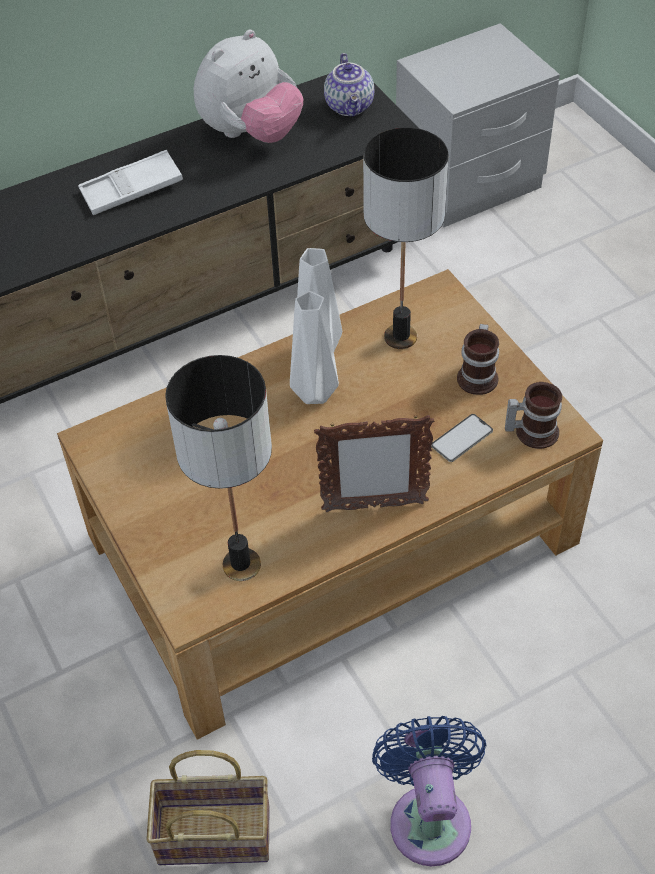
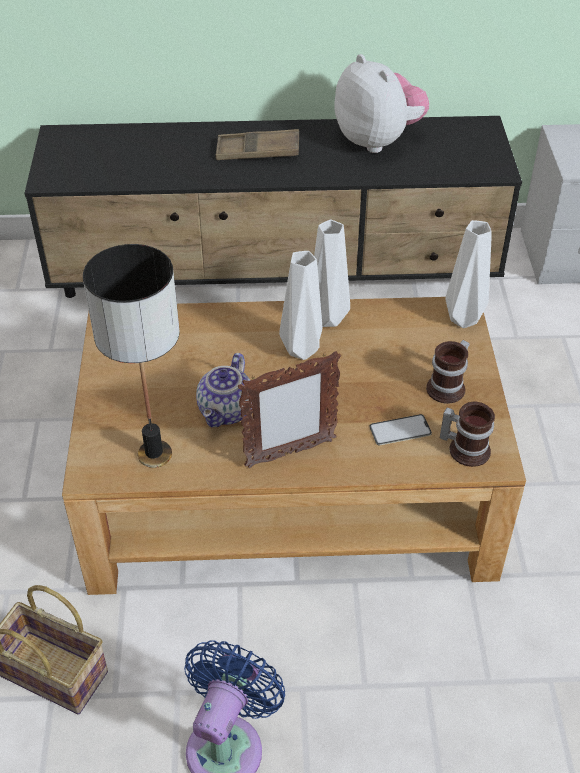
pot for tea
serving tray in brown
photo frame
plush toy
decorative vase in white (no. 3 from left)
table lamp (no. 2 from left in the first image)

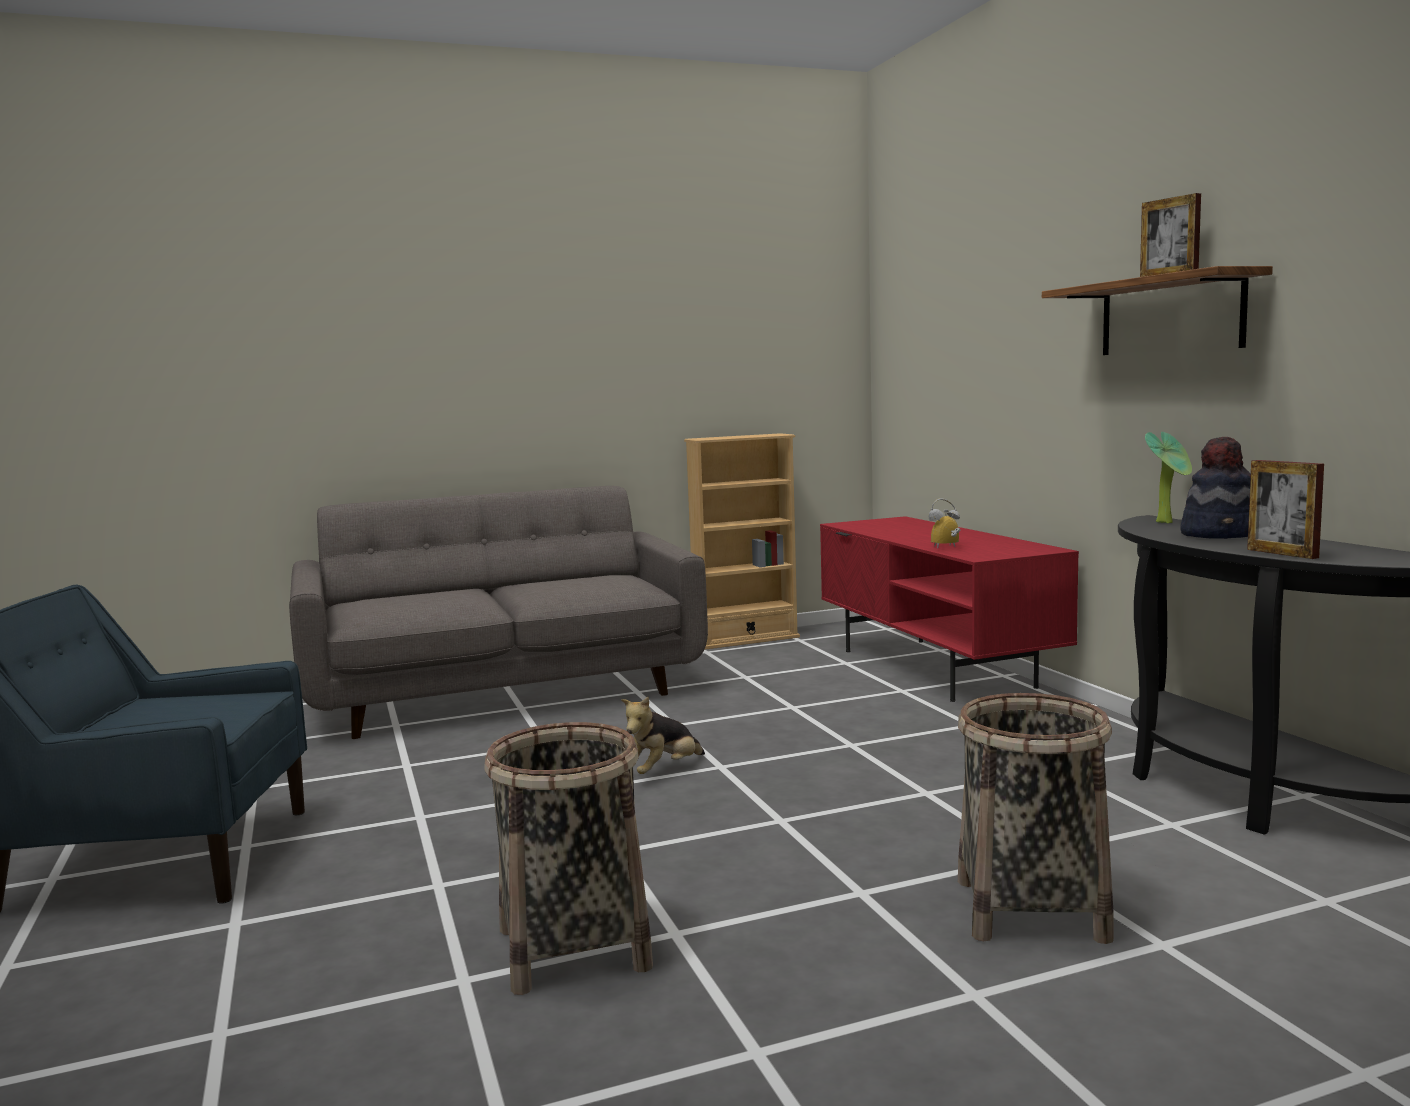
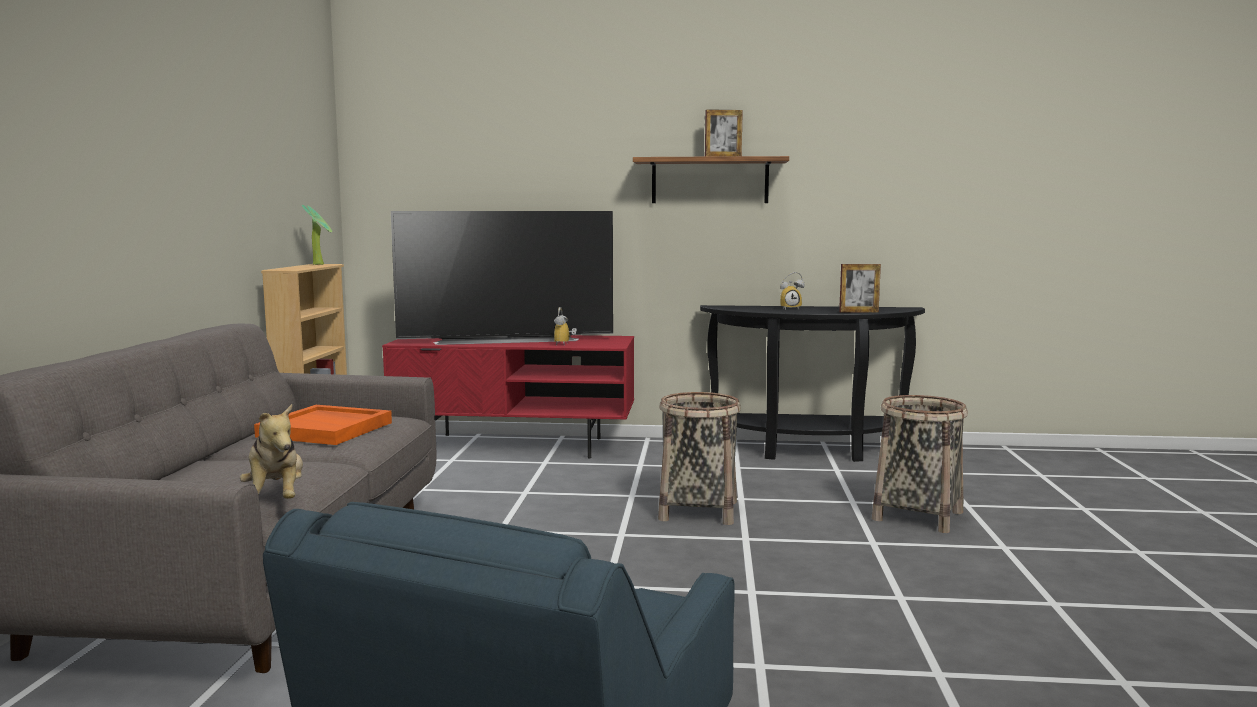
plush toy
serving tray in orangey
plant in a pot
television
household basket (no. 1 from left)
alarm clock (no. 2 from left)

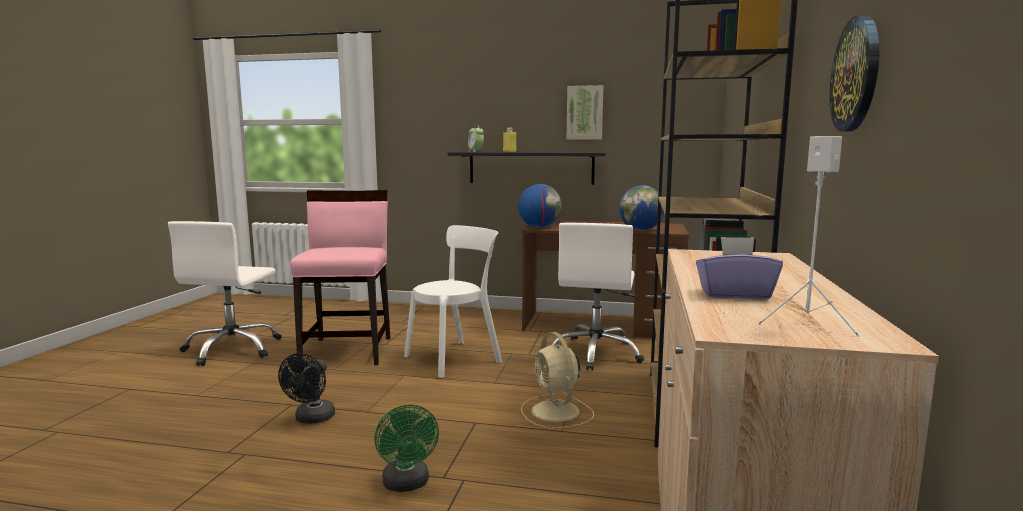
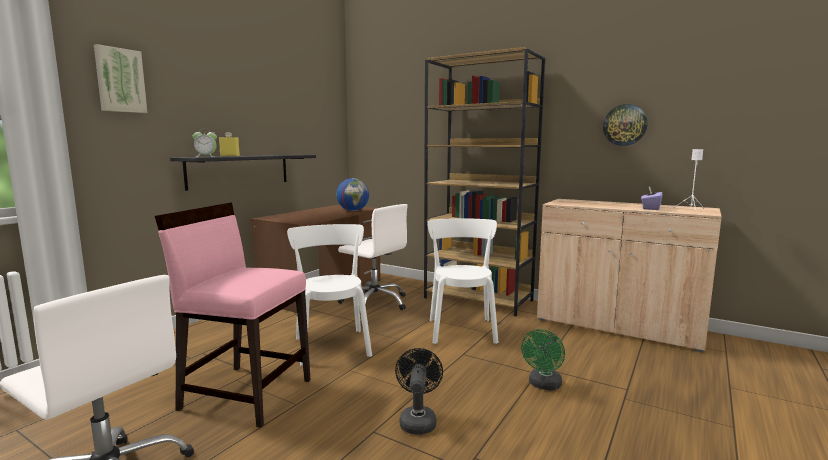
wall picture
cooling fan in blackish
chair in white (no. 2 from left)
cooling fan in green-coloured
world globe (no. 1 from left in the first image)

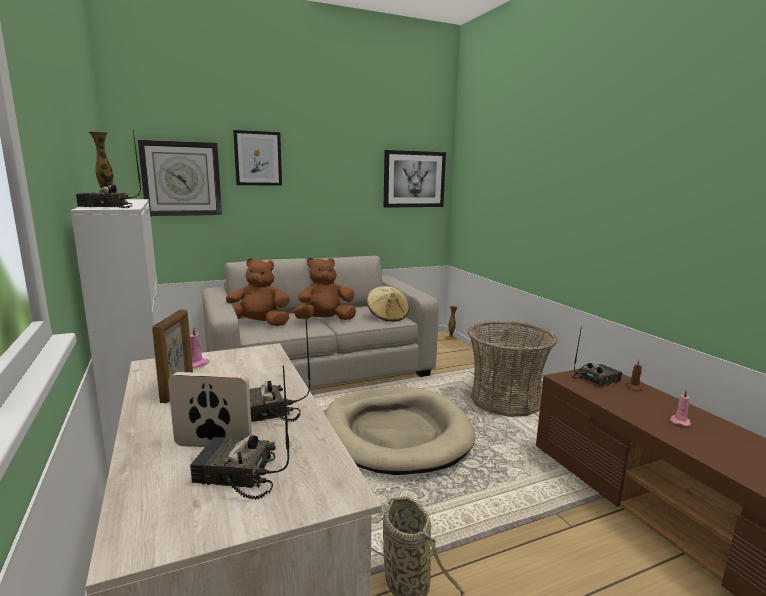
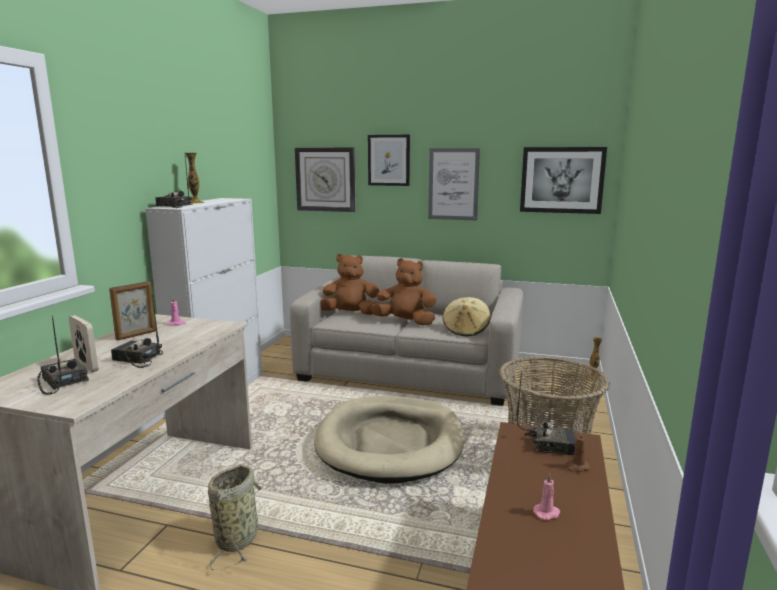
plush toy in brown (no. 1 from left)
wall picture (no. 2 from left)

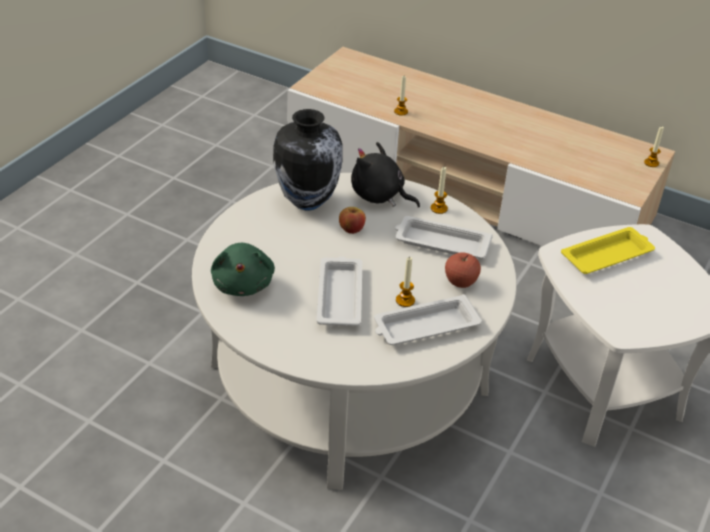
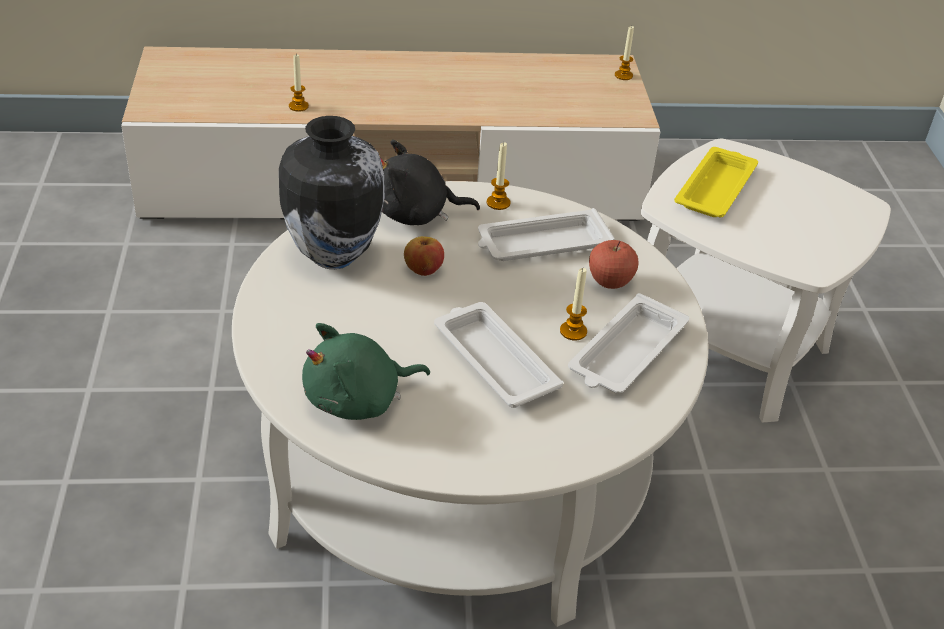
plush toy in green-coloured

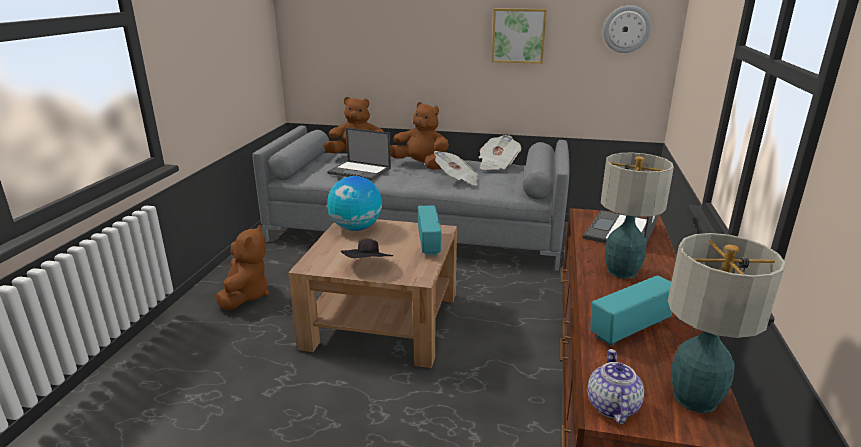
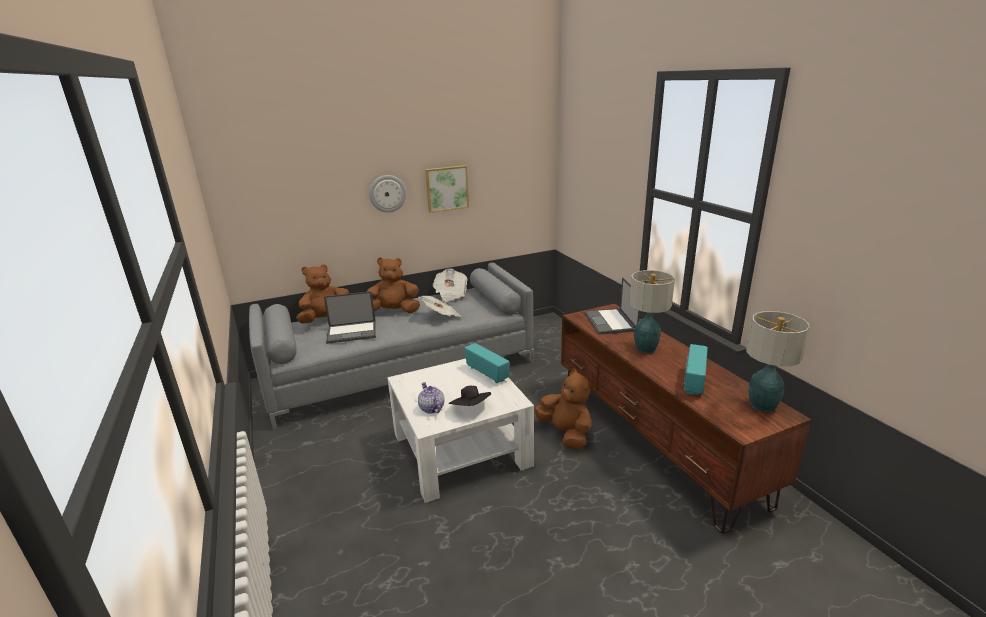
hanging clock
low table in white
pot for tea
plush toy in brown (no. 3 from left)
world globe

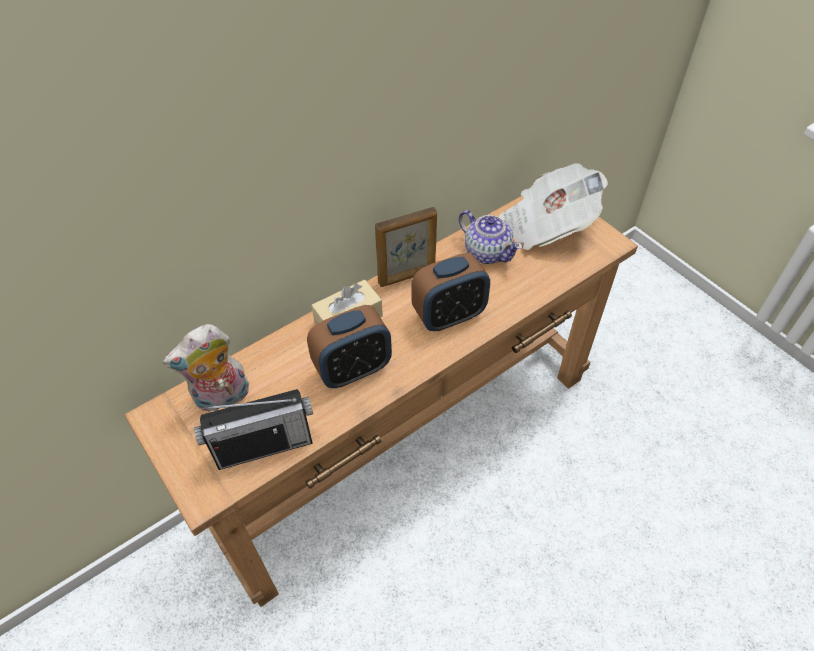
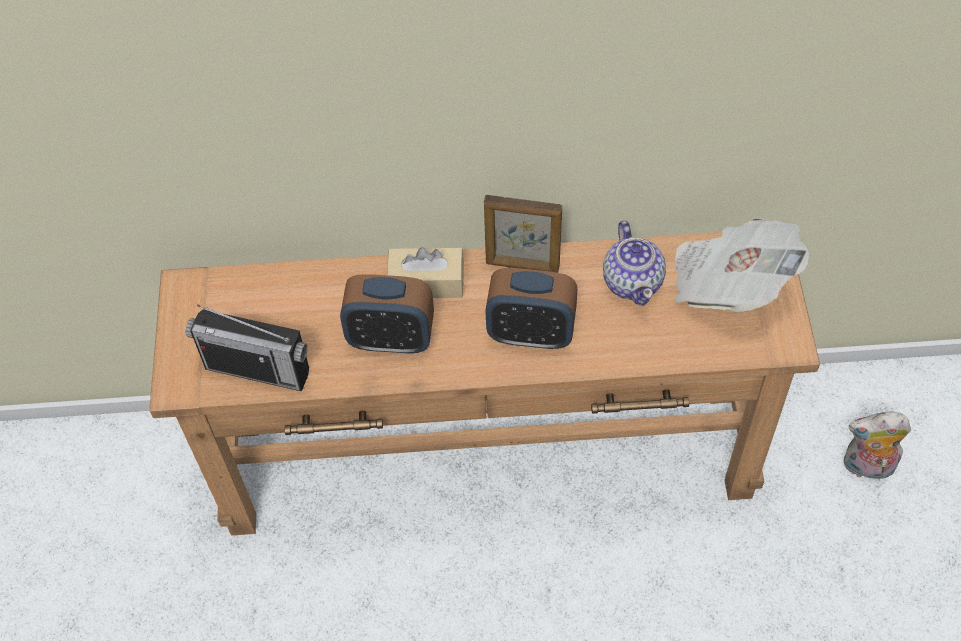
plush toy

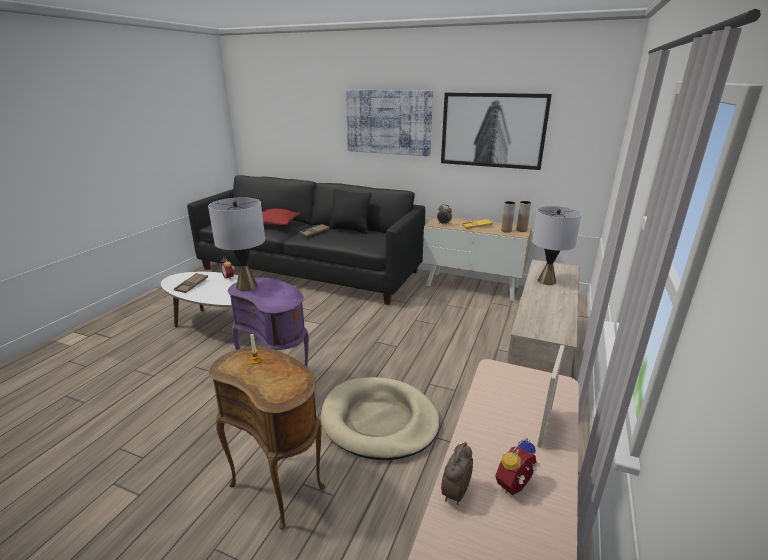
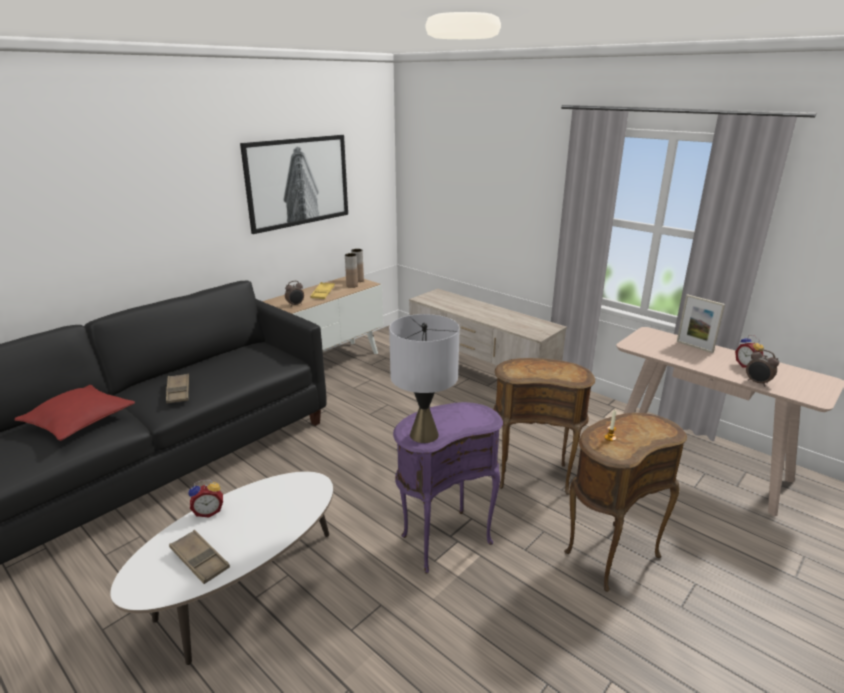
side table in brown (no. 1 from left)
cushion in blackish
wall picture (no. 1 from left in the first image)
table lamp in greyish (no. 2 from left in the first image)

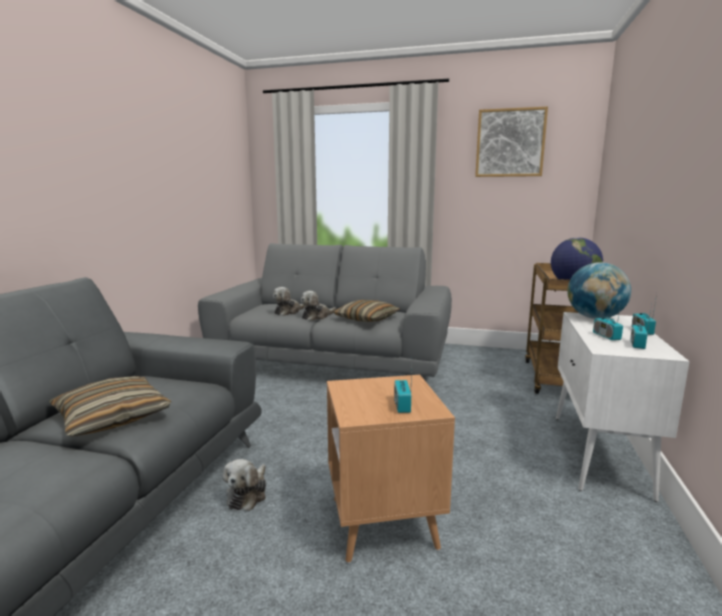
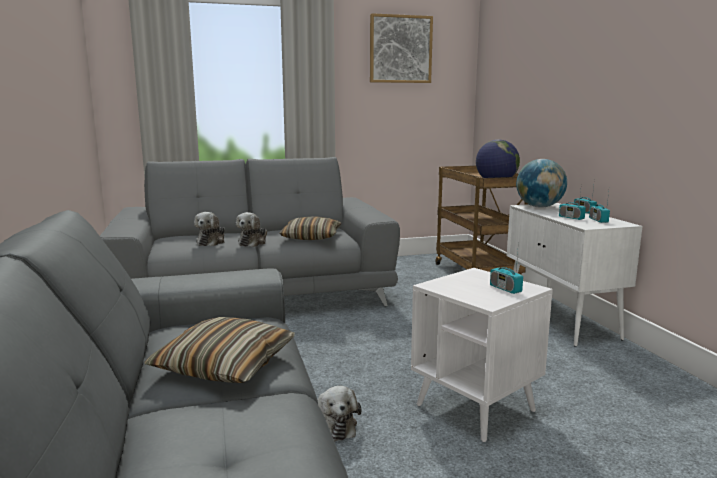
side table in white

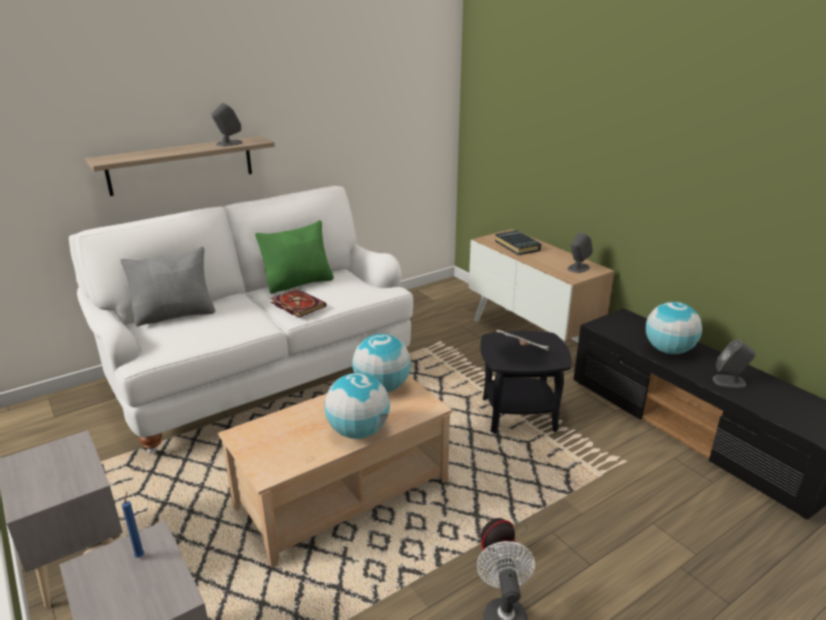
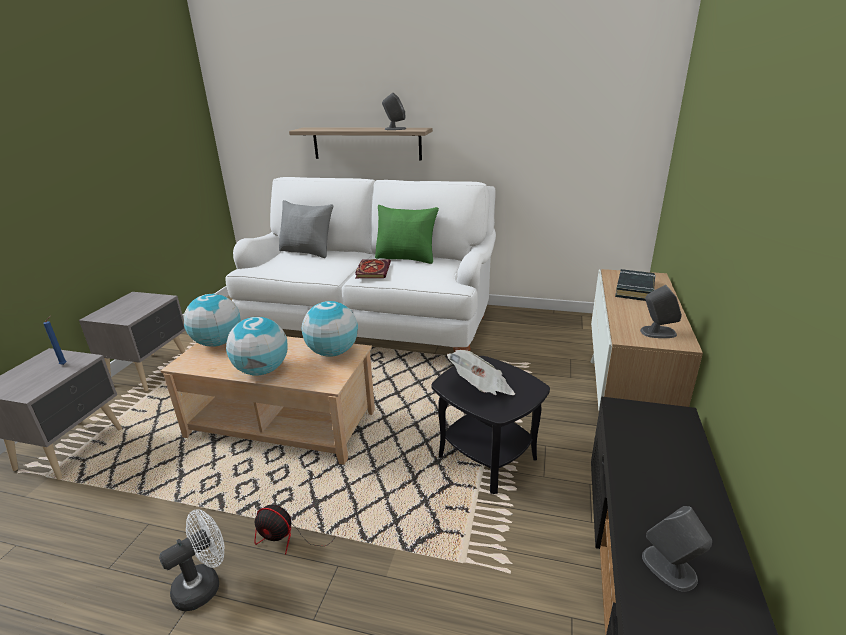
world globe (no. 1 from left)

